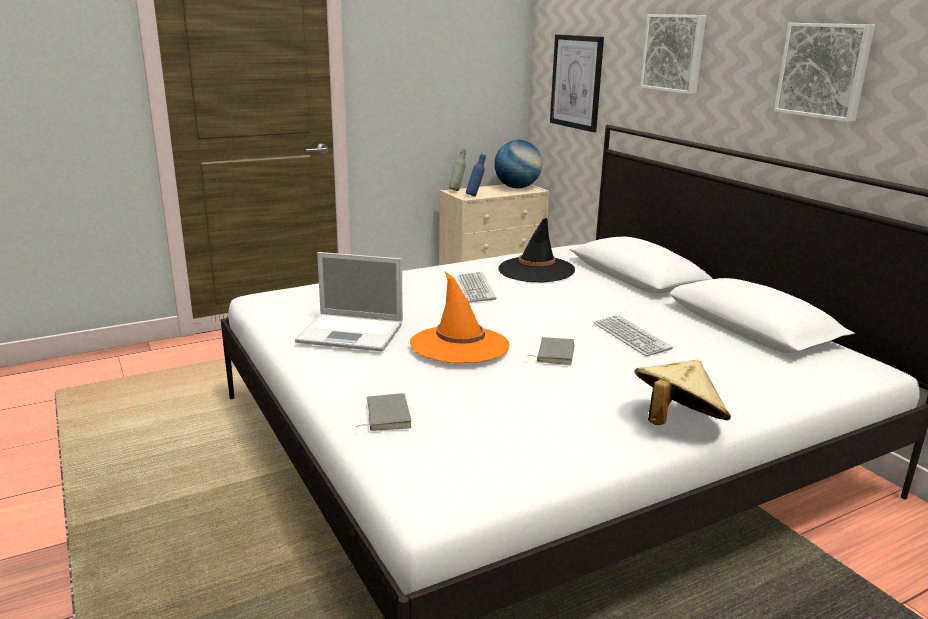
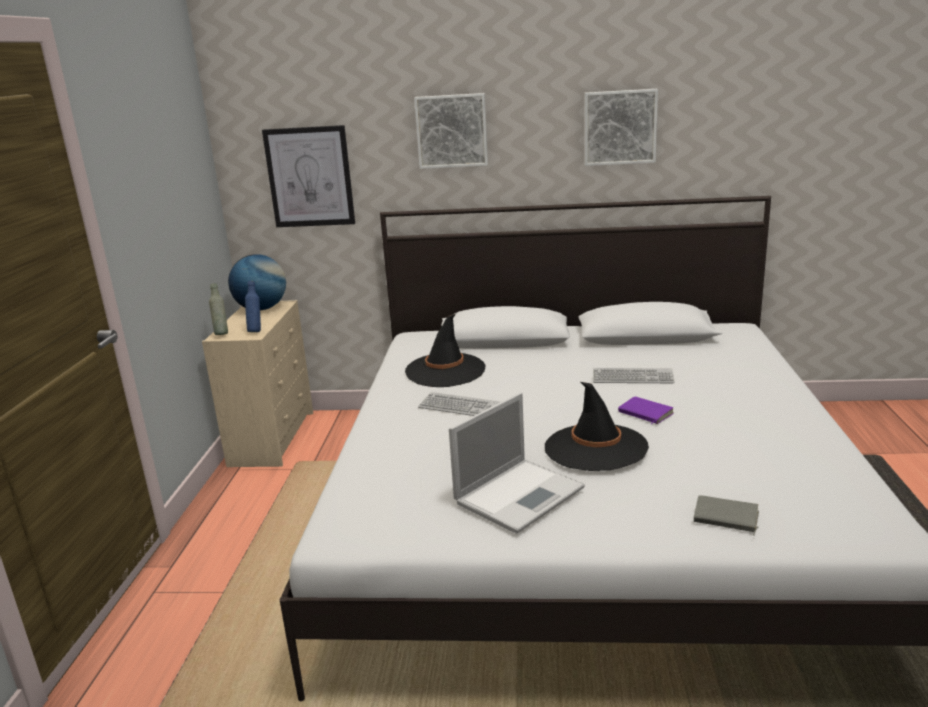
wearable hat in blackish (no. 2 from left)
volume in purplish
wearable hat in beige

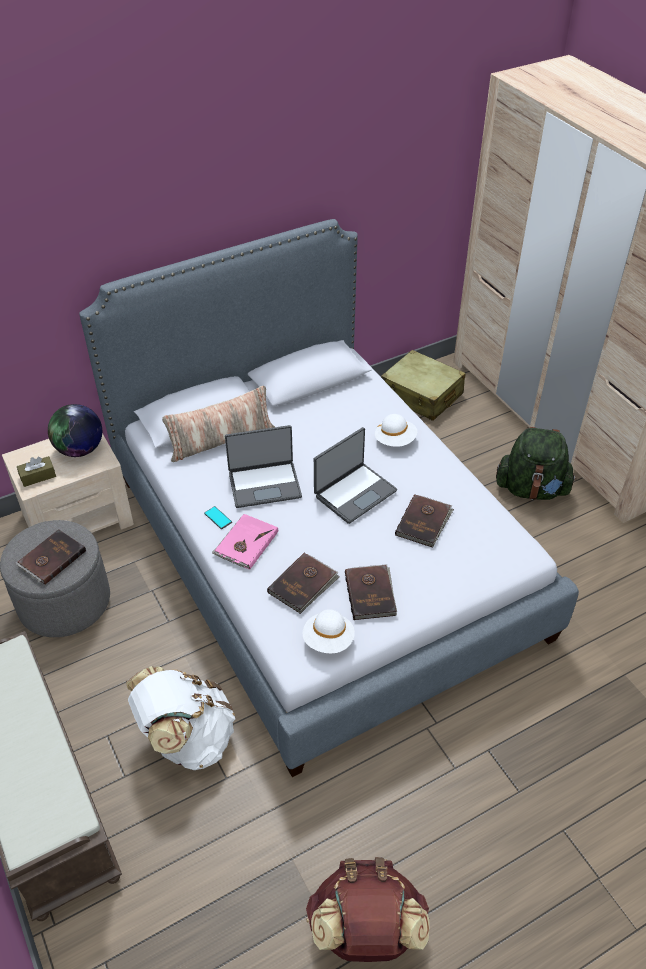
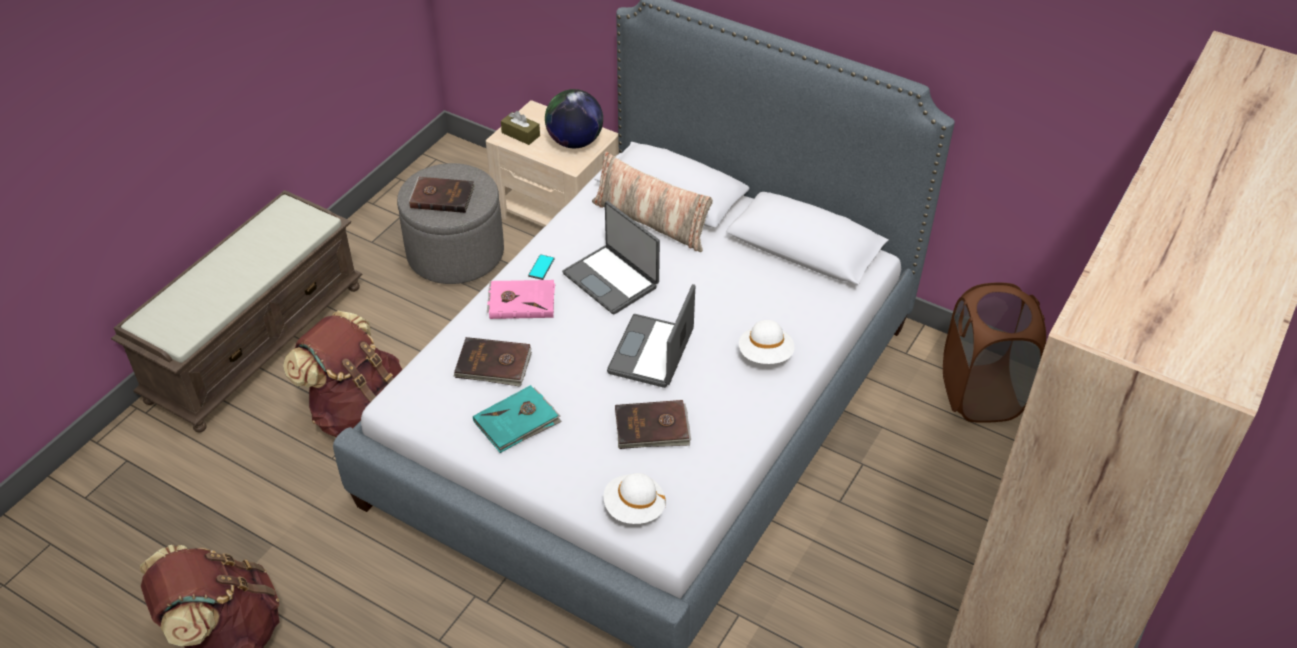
knapsack in brown (no. 2 from left)
volume in turquoise
wearable hat in white (no. 1 from left)
laptop (no. 2 from left)
hamper in brown
knapsack in green-coloured

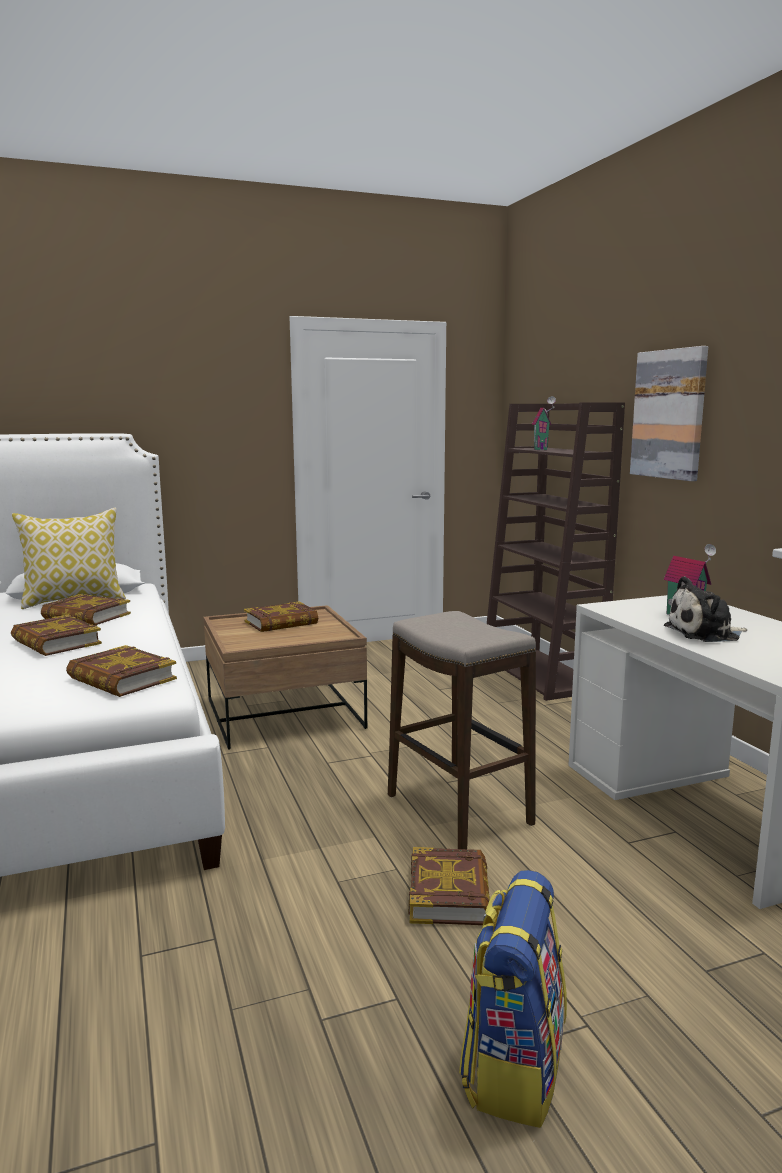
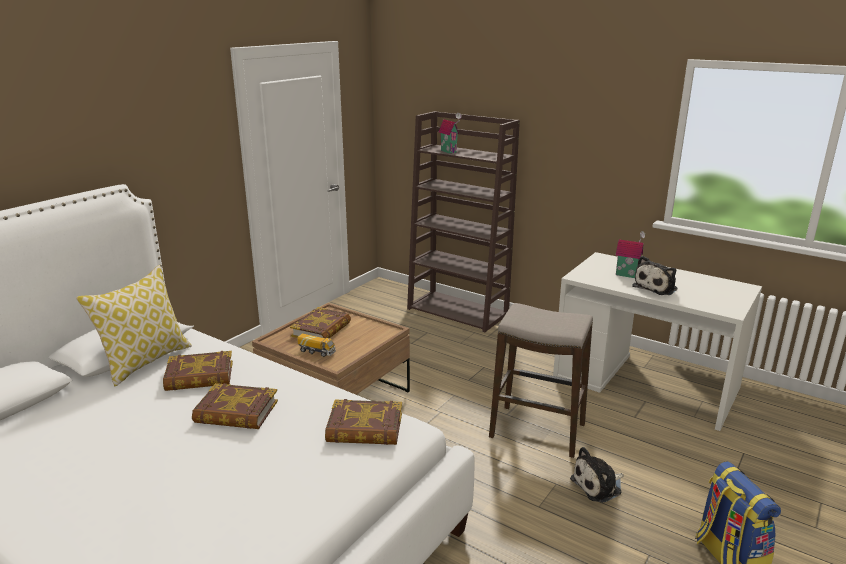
toy truck
plush toy (no. 1 from left)
wall picture

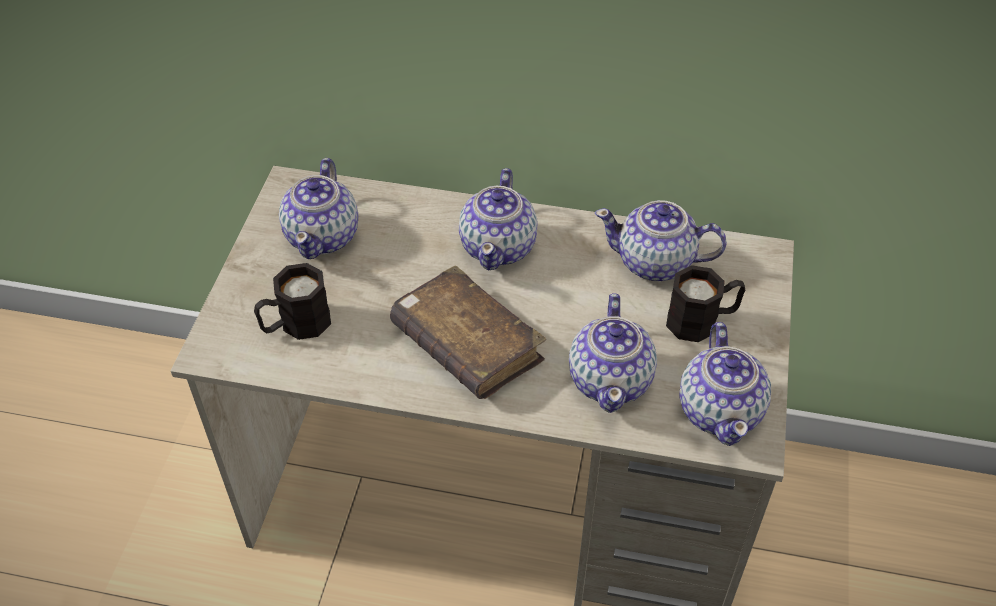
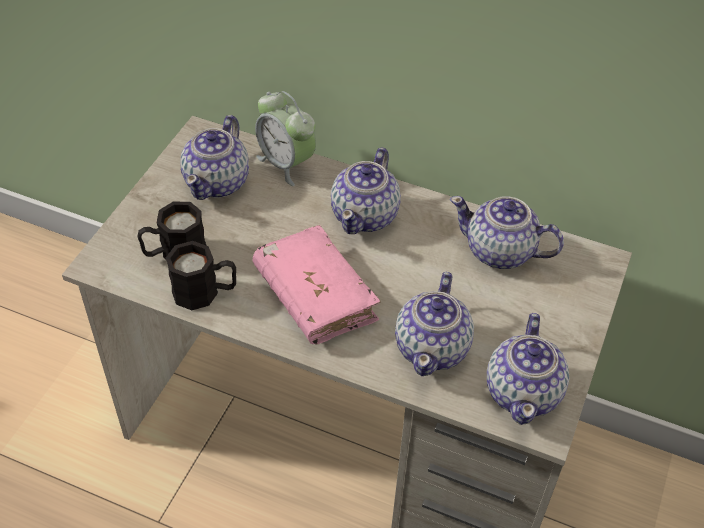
mug in blackish (no. 2 from left)
volume in pink-coloured
alarm clock

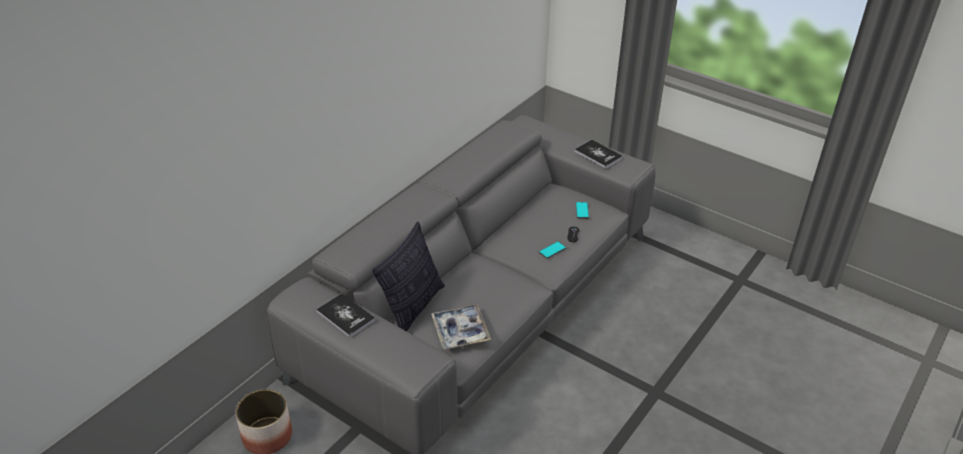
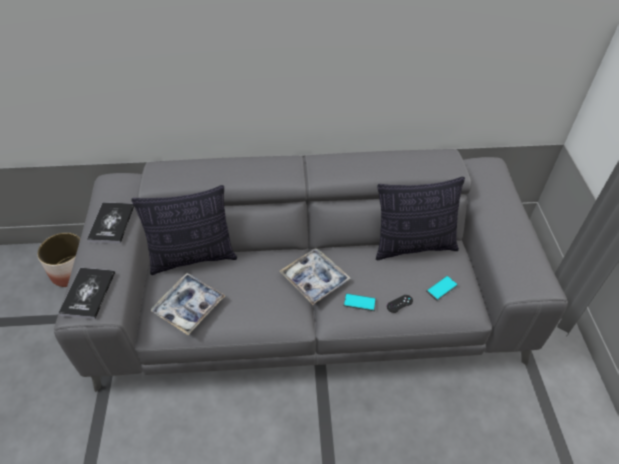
volume (no. 1 from left)
serving tray (no. 2 from left)
cushion (no. 2 from left)

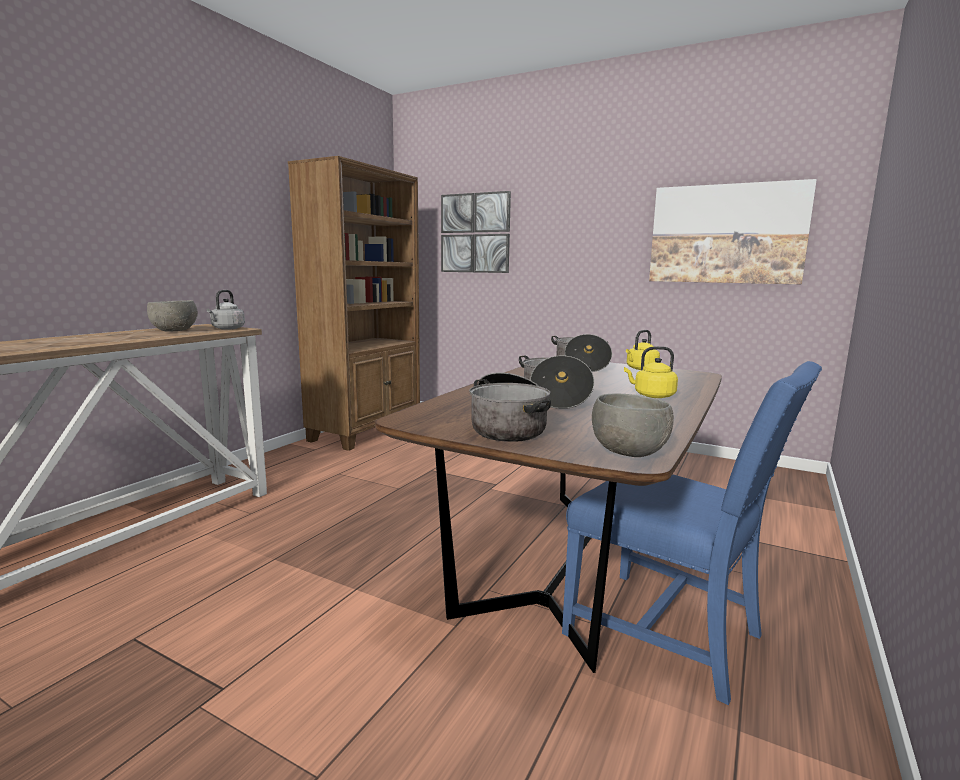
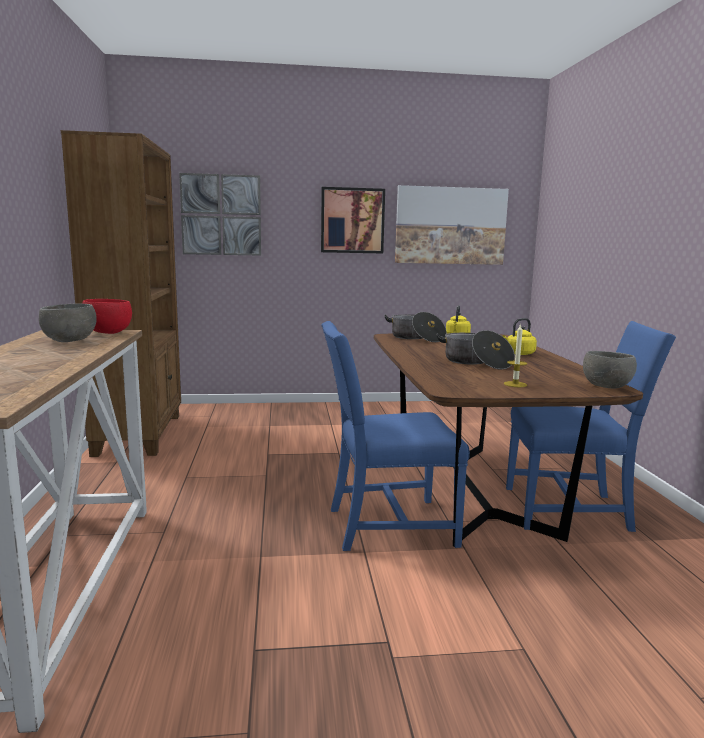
deep dish in red-coloured
wall picture (no. 2 from left)
chair in blue-coloured (no. 1 from left)
candle

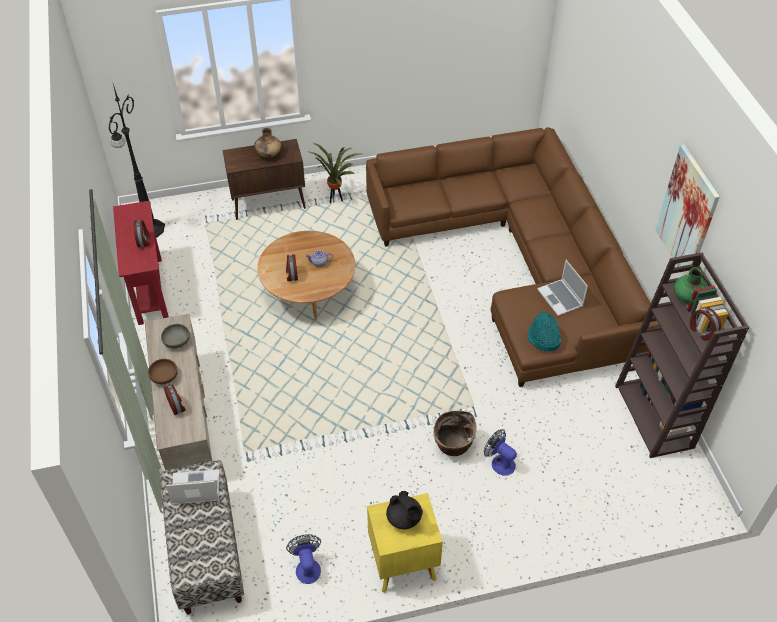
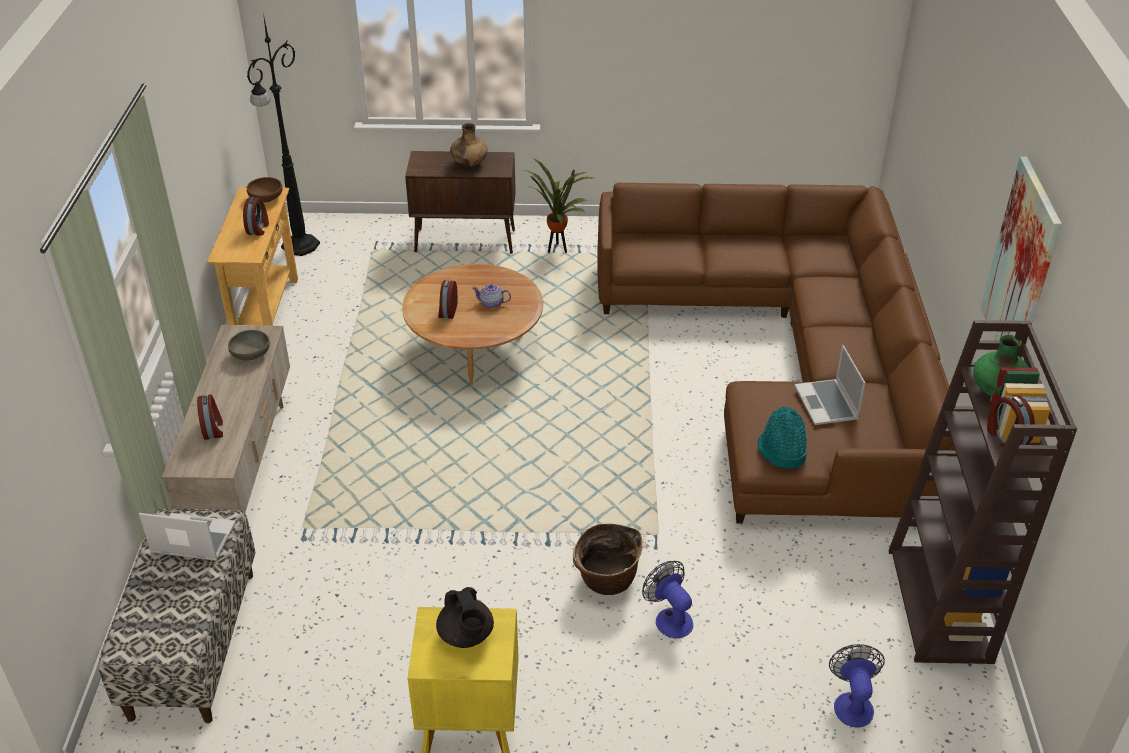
console table in beige
deep dish in brown
cooling fan (no. 2 from left)

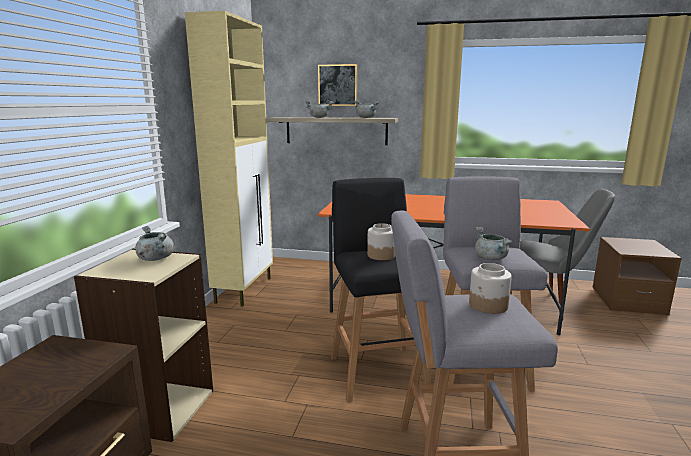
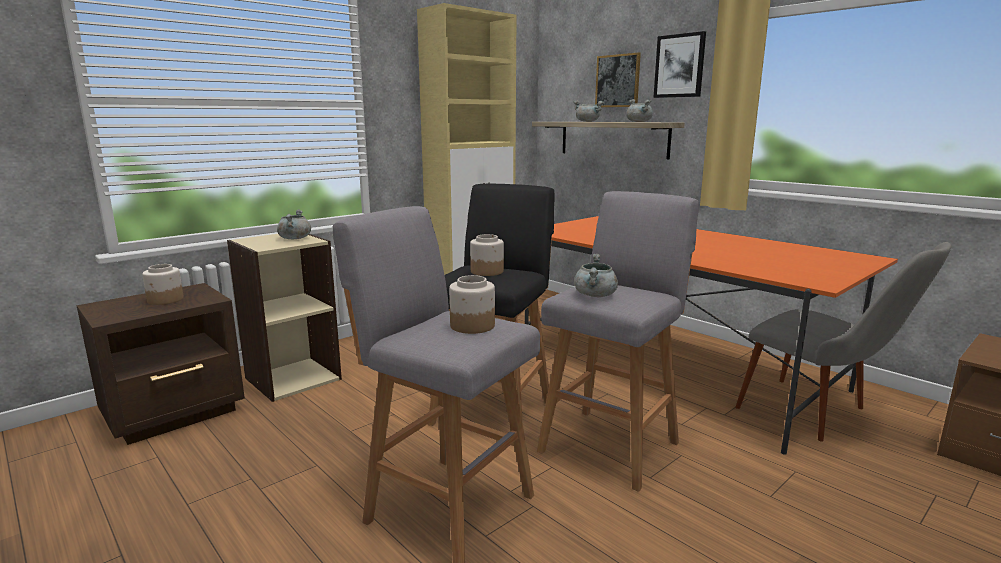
jar (no. 1 from left)
wall picture (no. 2 from left)

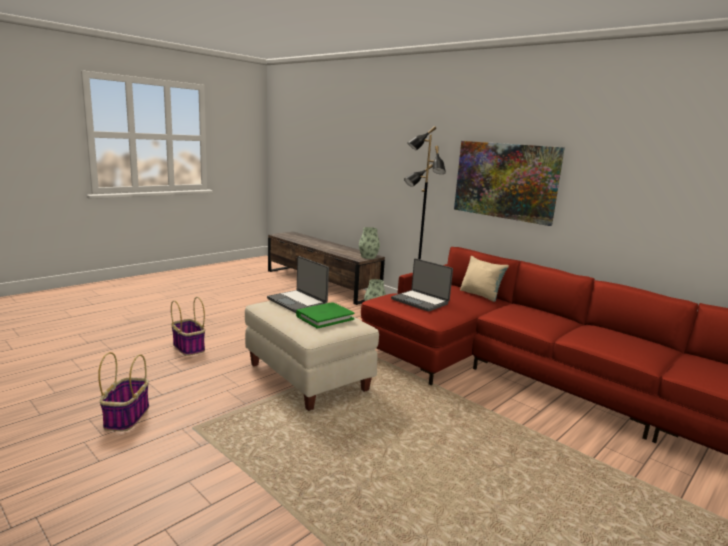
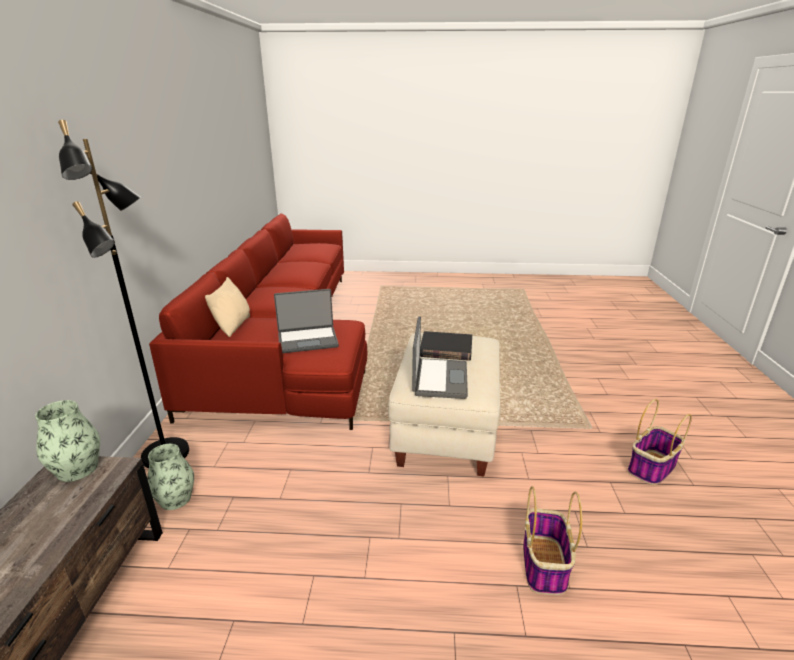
laptop (no. 1 from left)
volume in blackish
wall picture

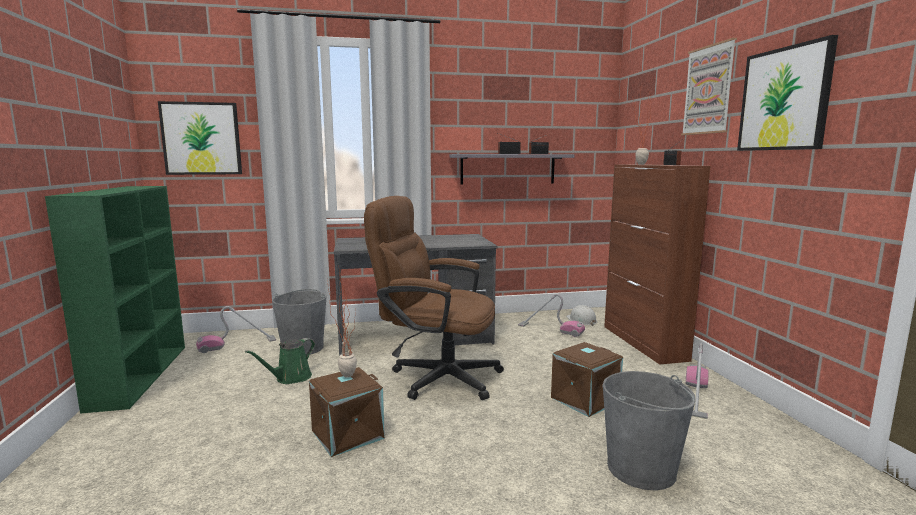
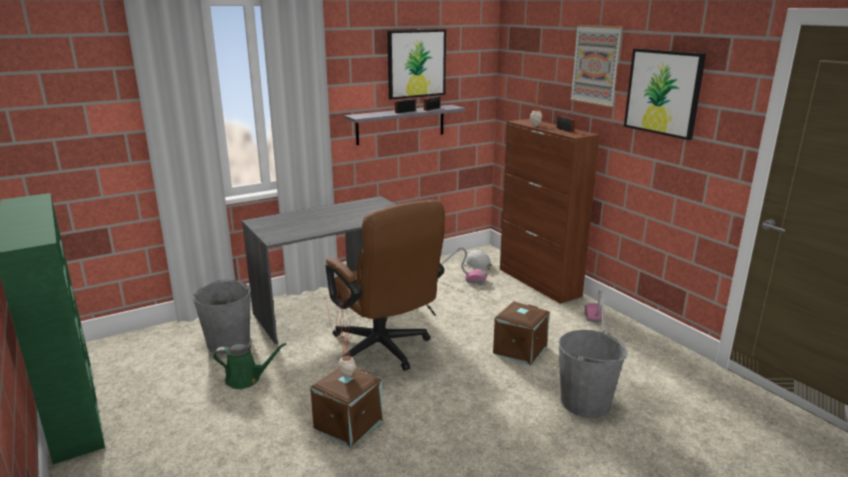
watering can in green-coloured
desk chair in brown
wall picture (no. 1 from left)
vacuum (no. 1 from left in the first image)

